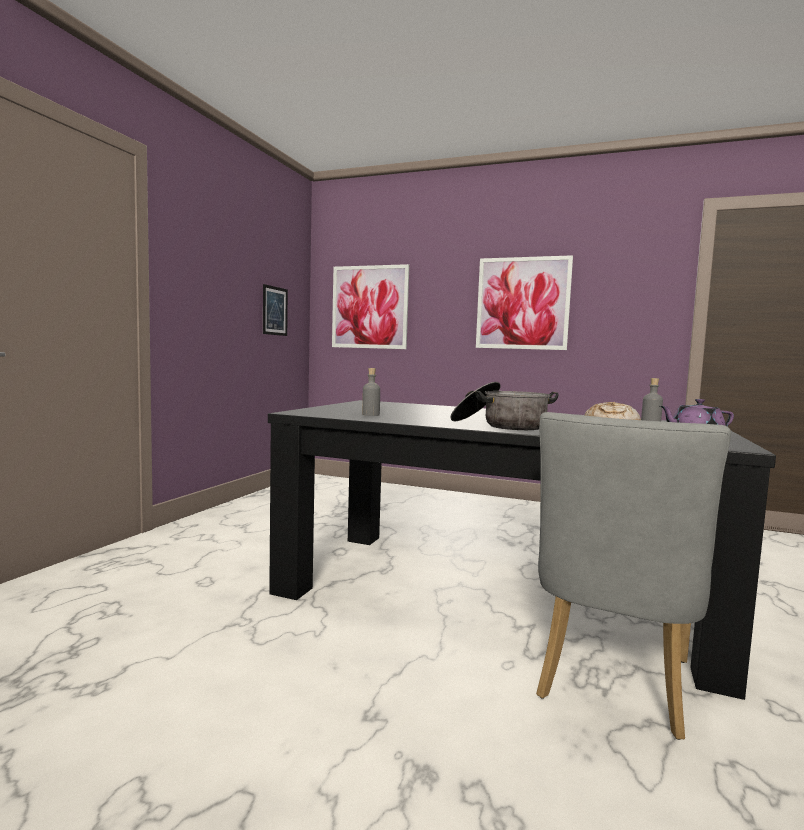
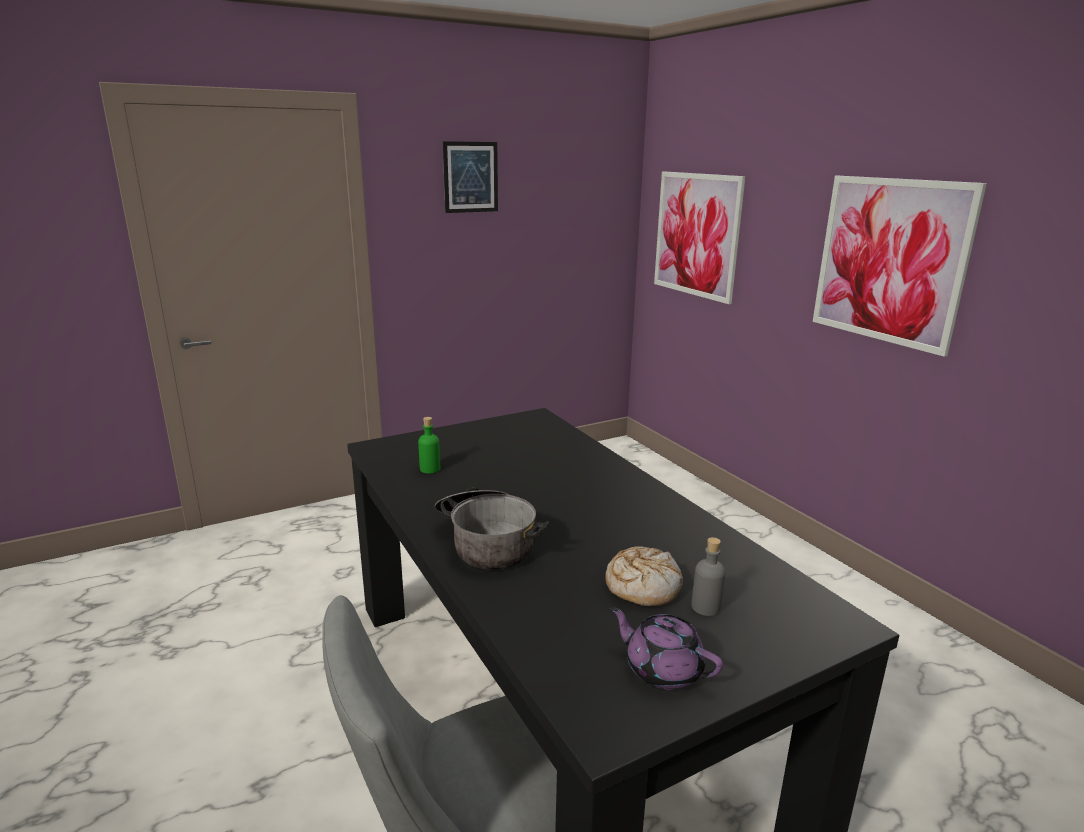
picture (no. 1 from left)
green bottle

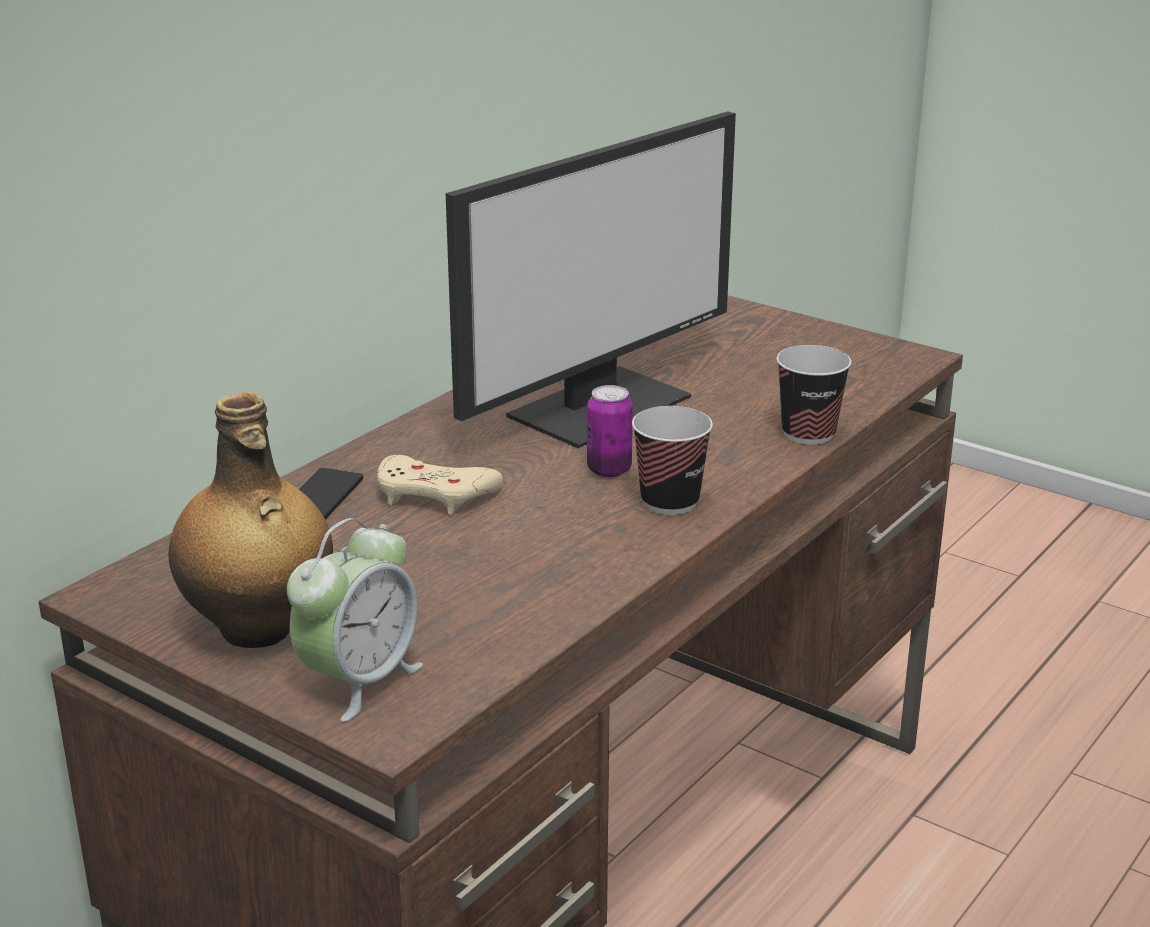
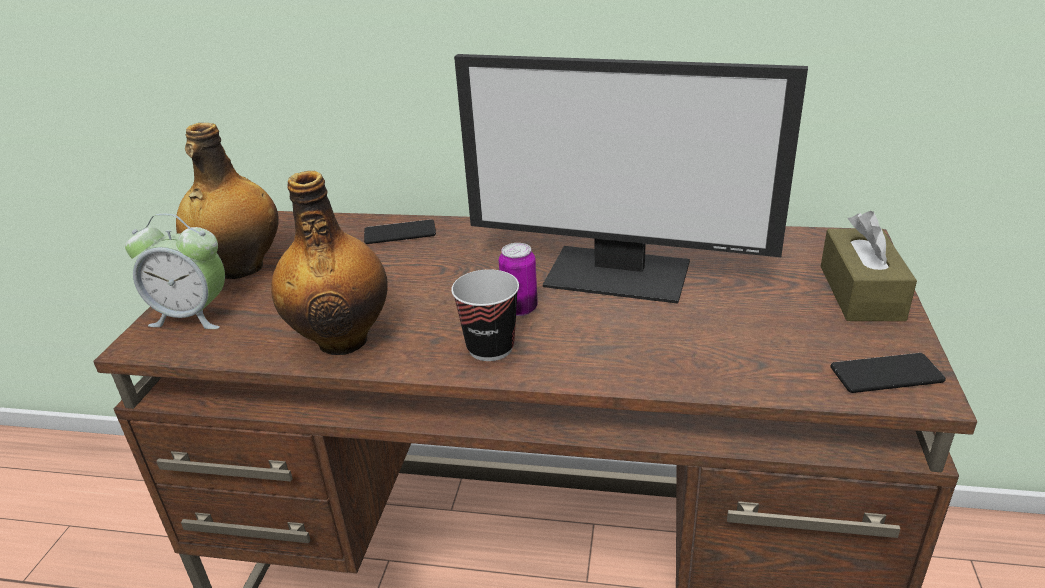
cup (no. 2 from left in the first image)
beige game controller
bottle (no. 2 from left)
brown tissue box
phone (no. 2 from left)

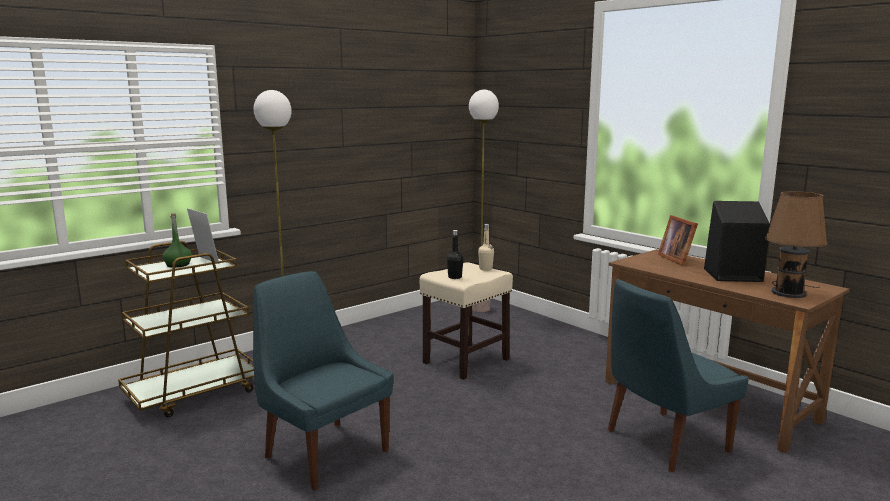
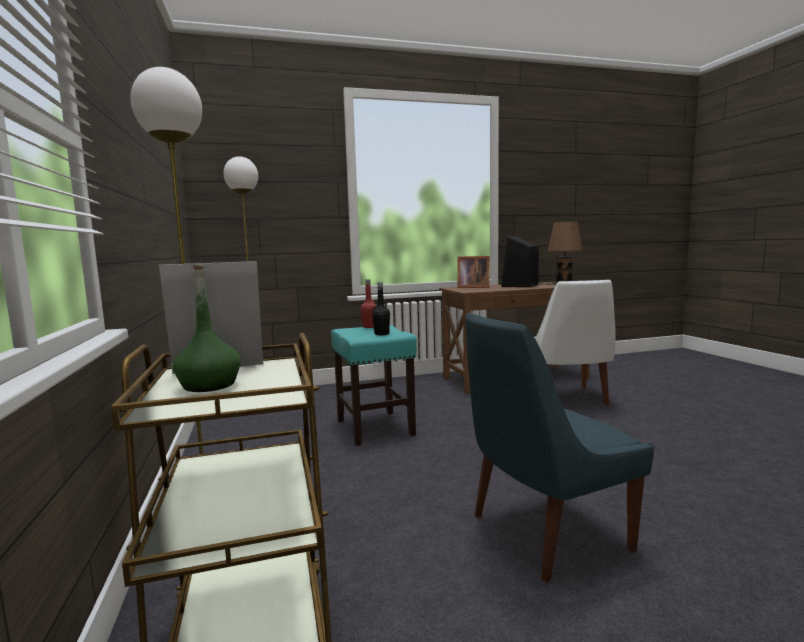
red bottle
turquoise stool
white chair

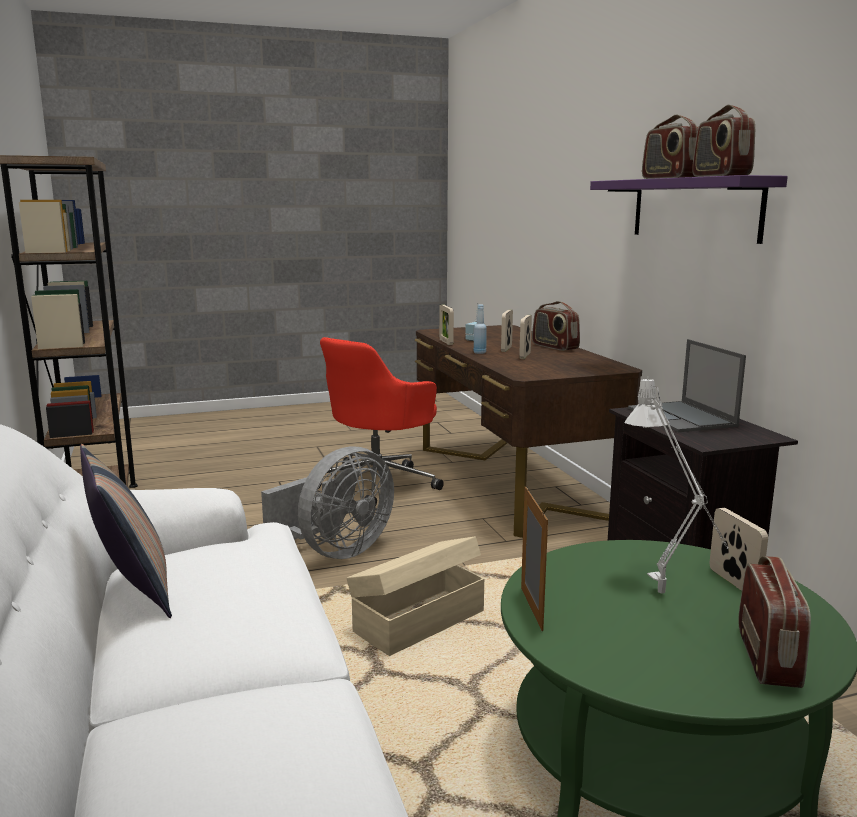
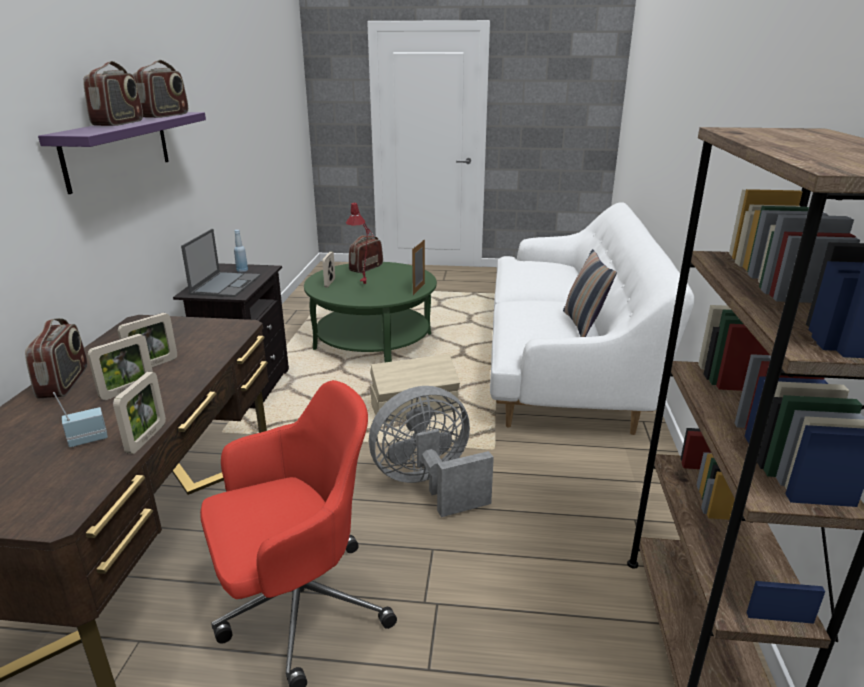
blue bottle
red table lamp

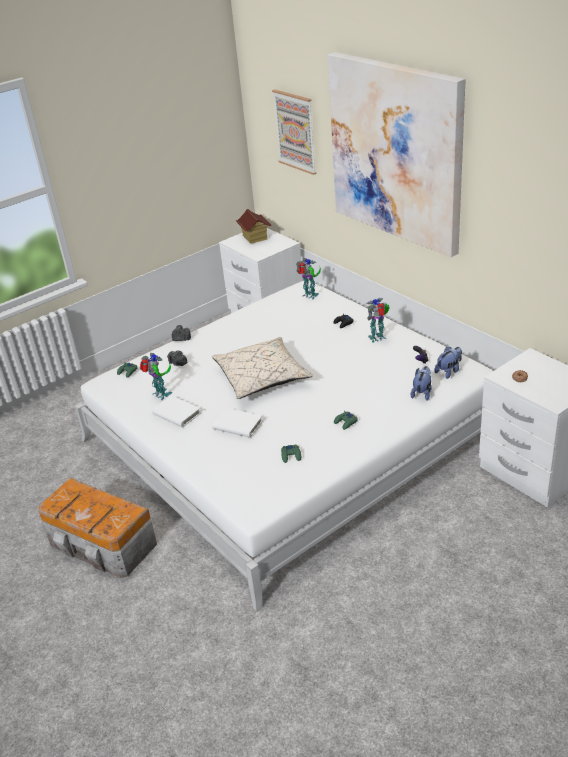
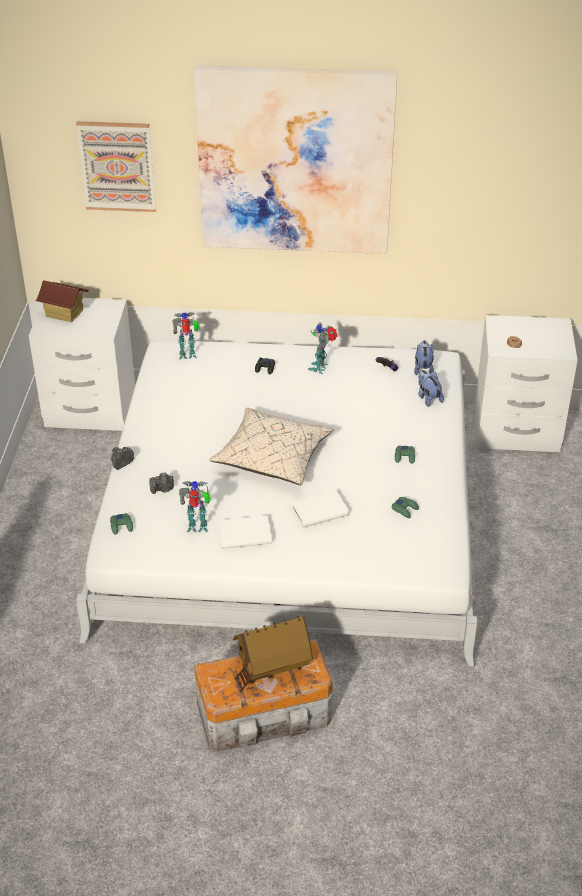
toy house (no. 2 from left)

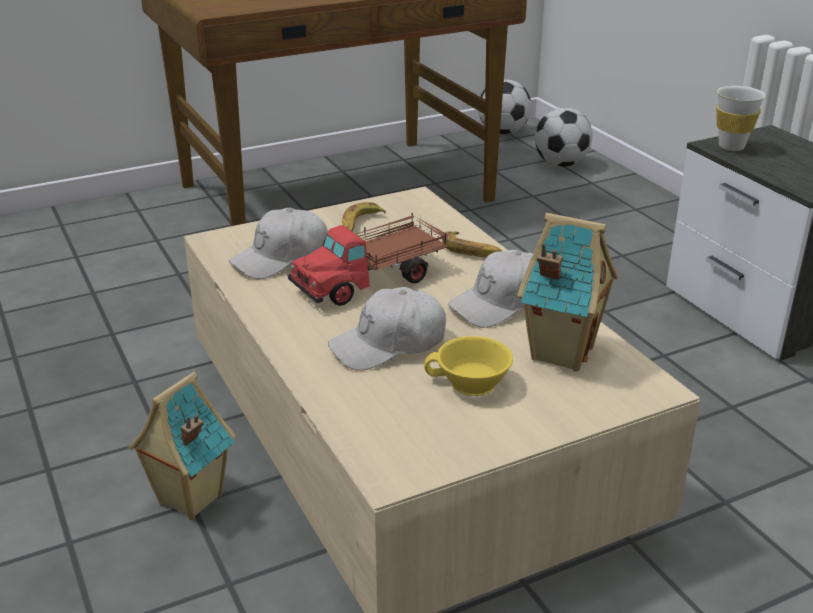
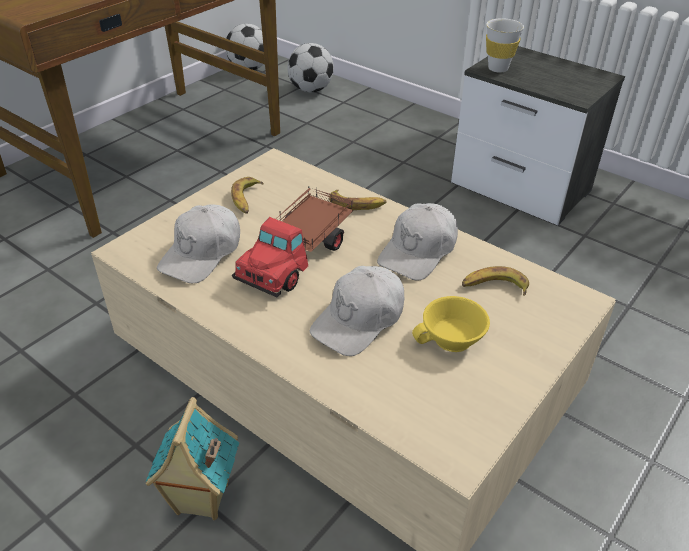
banana (no. 3 from left)

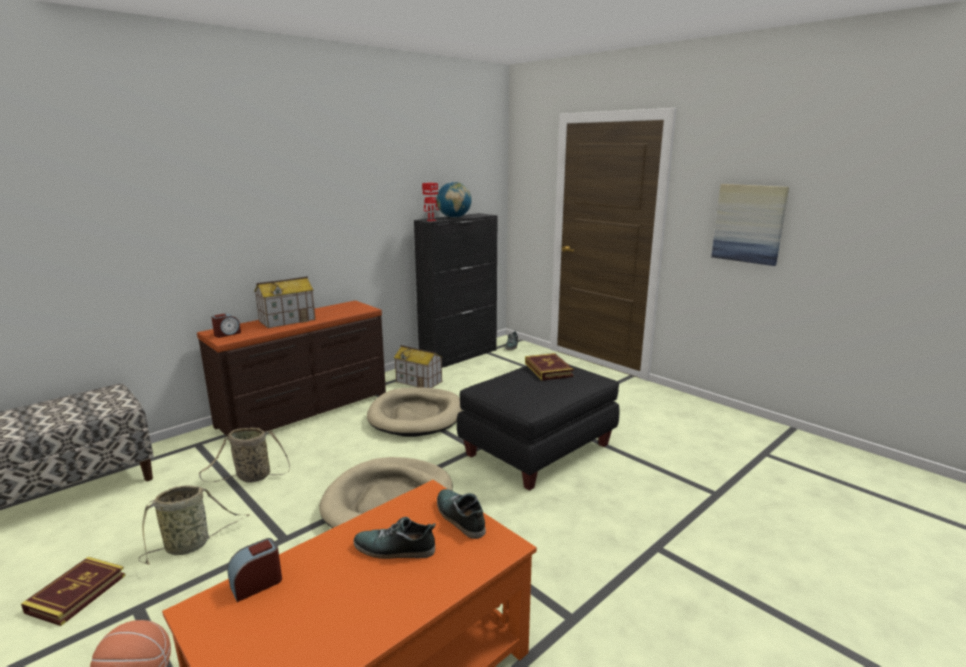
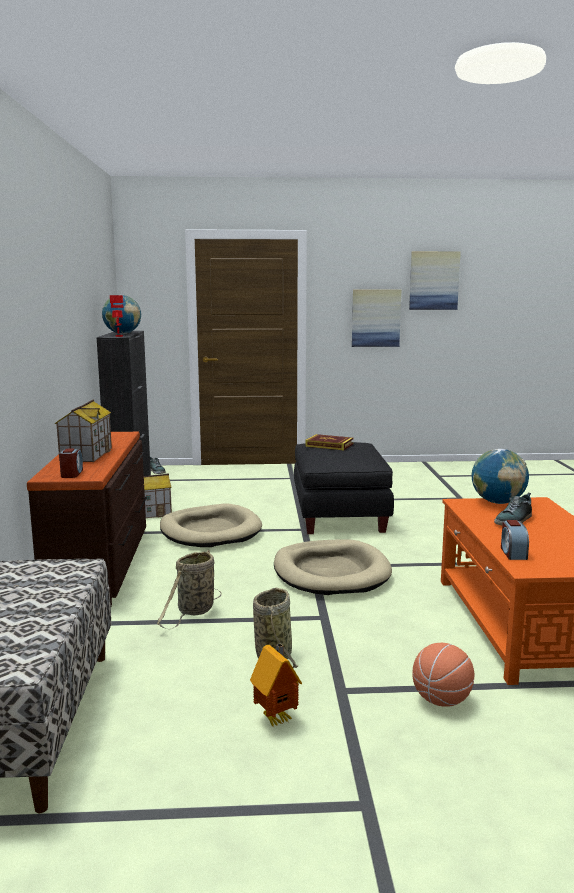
globe (no. 2 from left)
toy house (no. 3 from left)
picture (no. 2 from left)

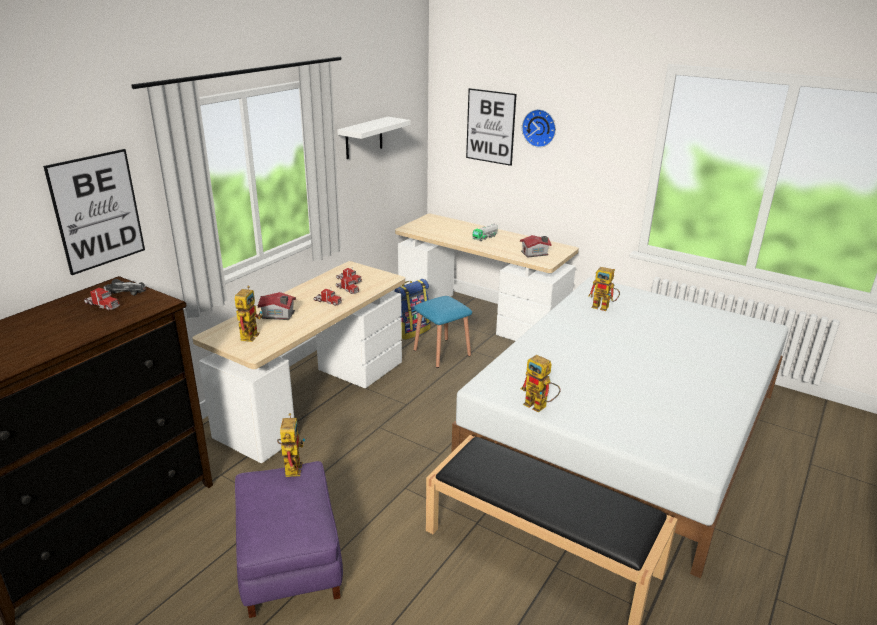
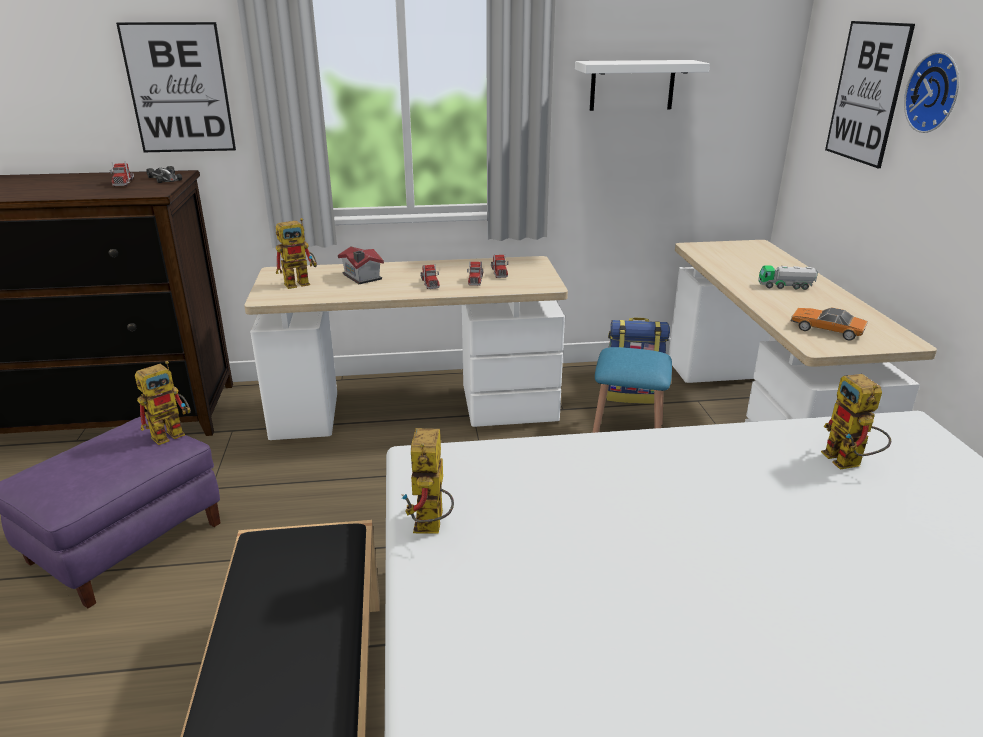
toy car (no. 2 from left)

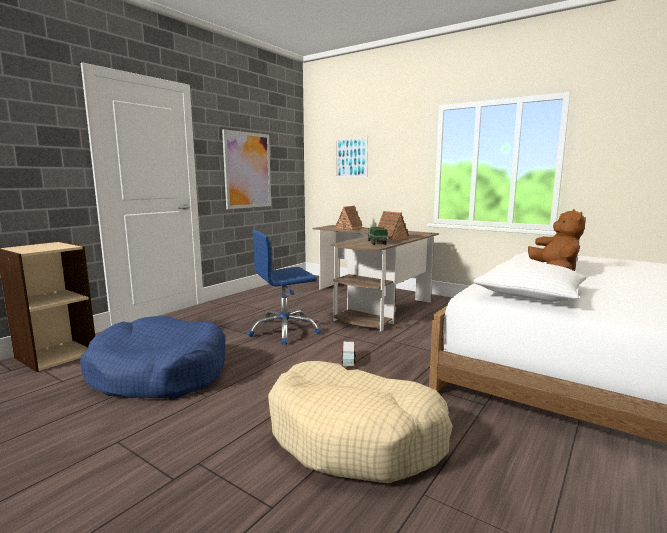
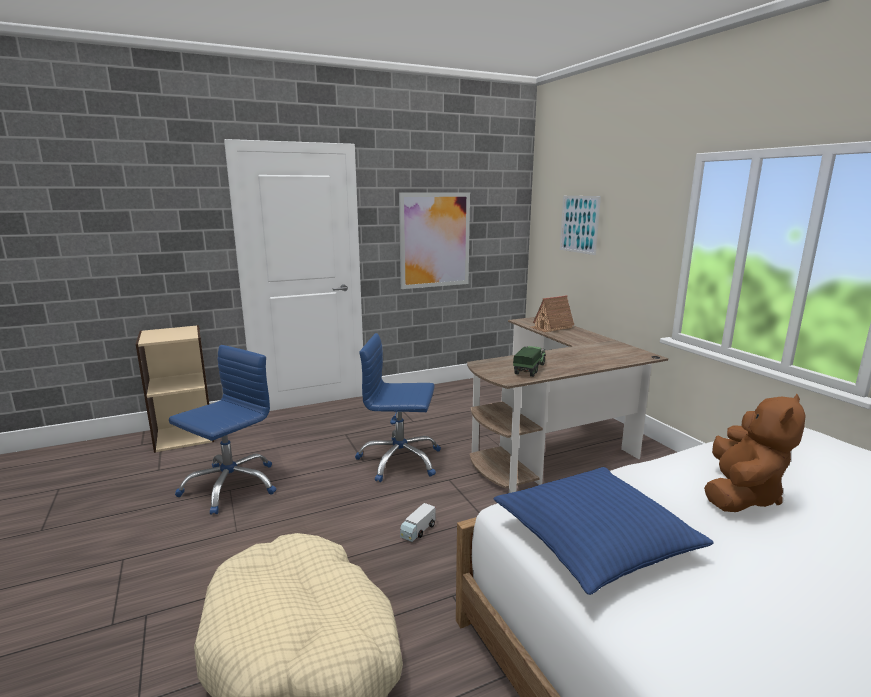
toy house (no. 2 from left in the first image)
blue pillow
blue office chair (no. 1 from left)

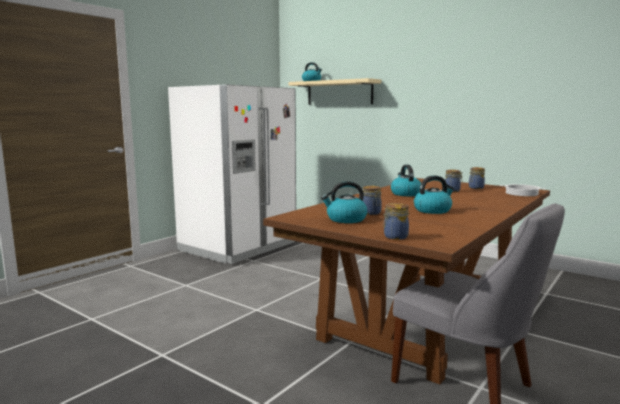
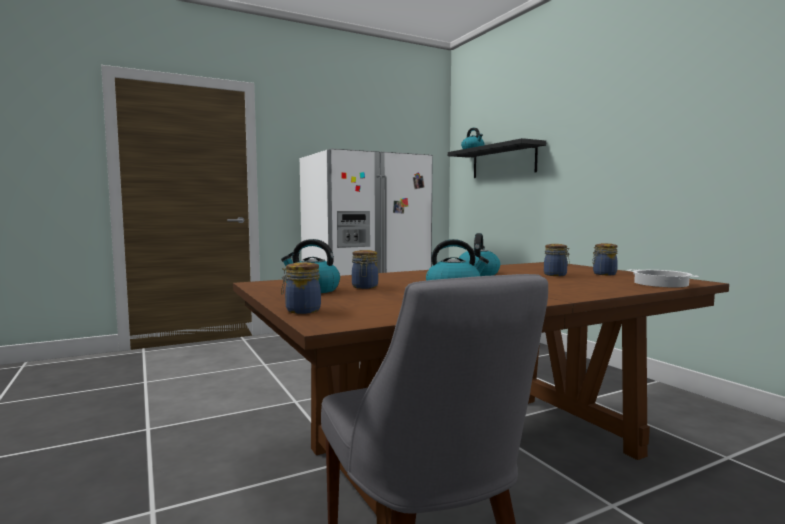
black shelf

